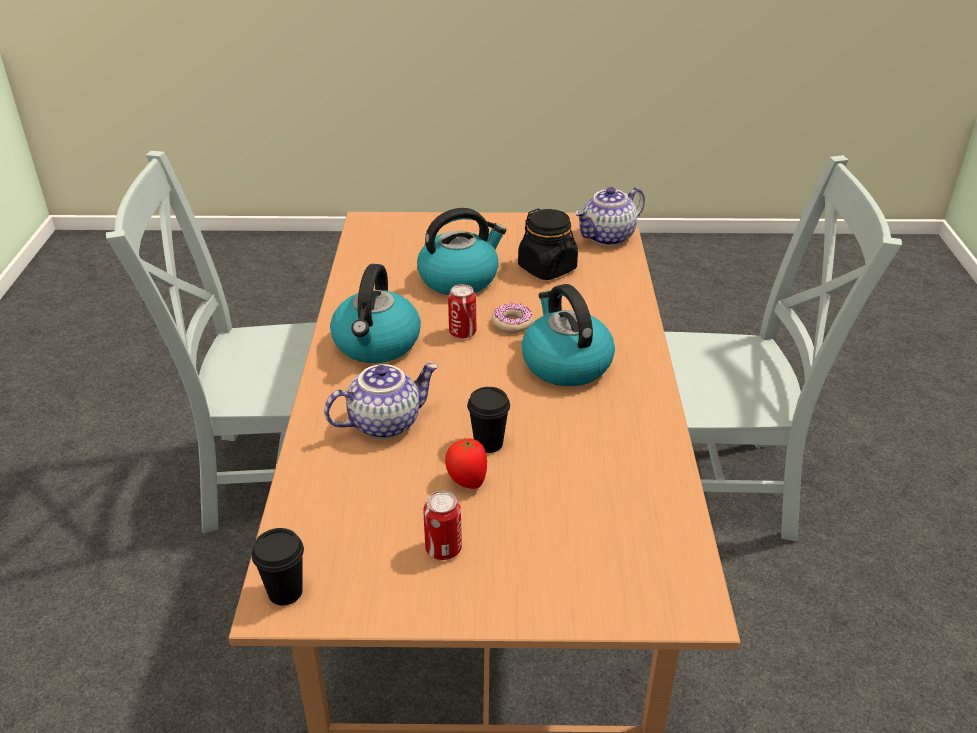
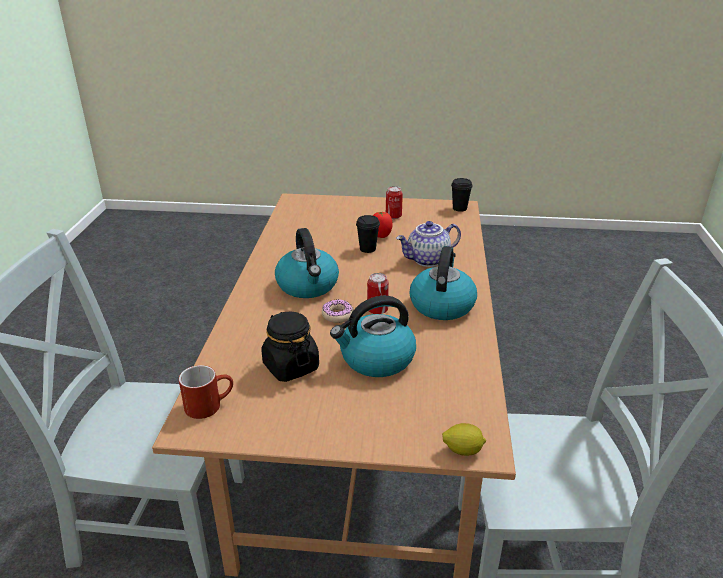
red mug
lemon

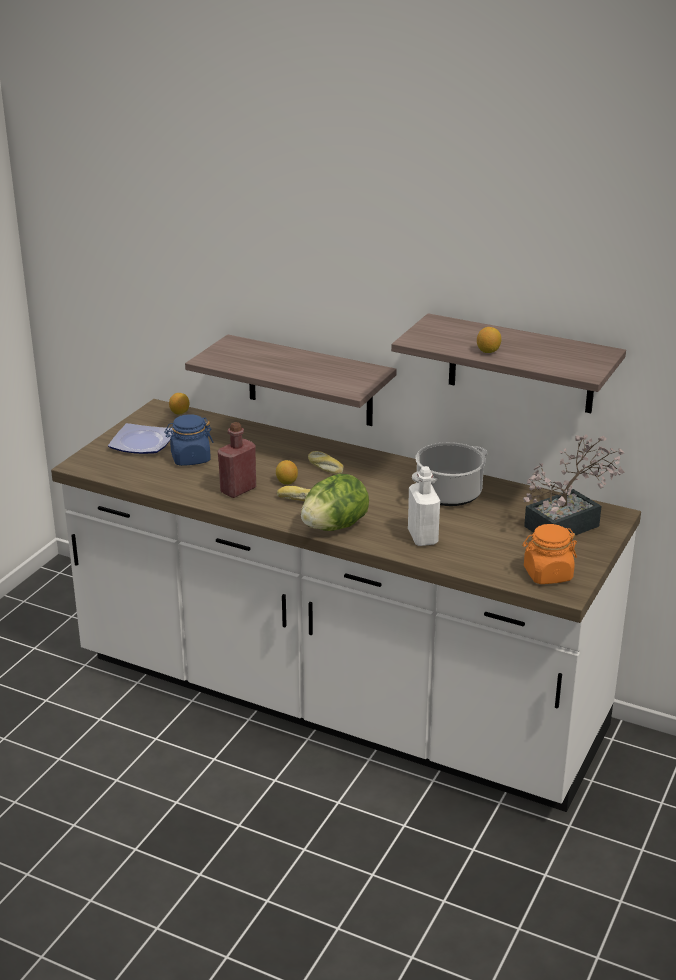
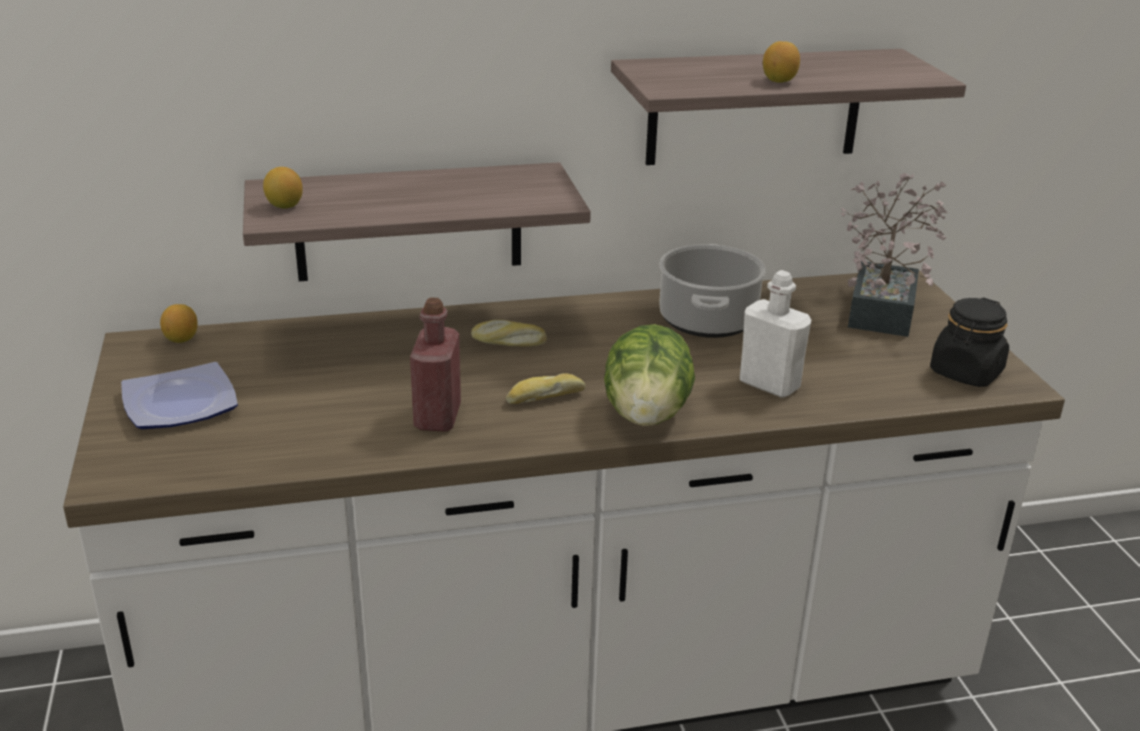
blue jar
lemon (no. 2 from left)
black jar

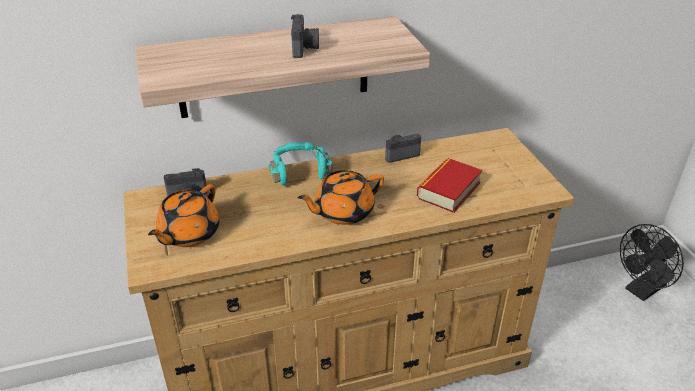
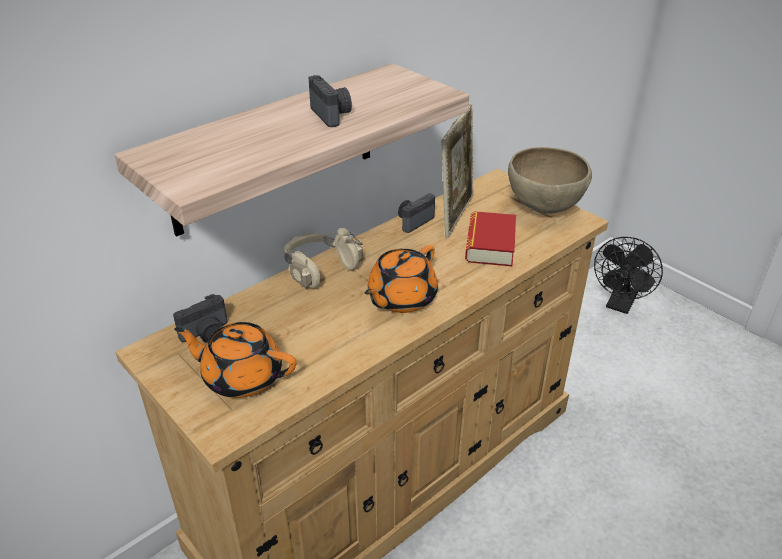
beige headphones
orange teapot (no. 1 from left)
picture frame
brown bowl

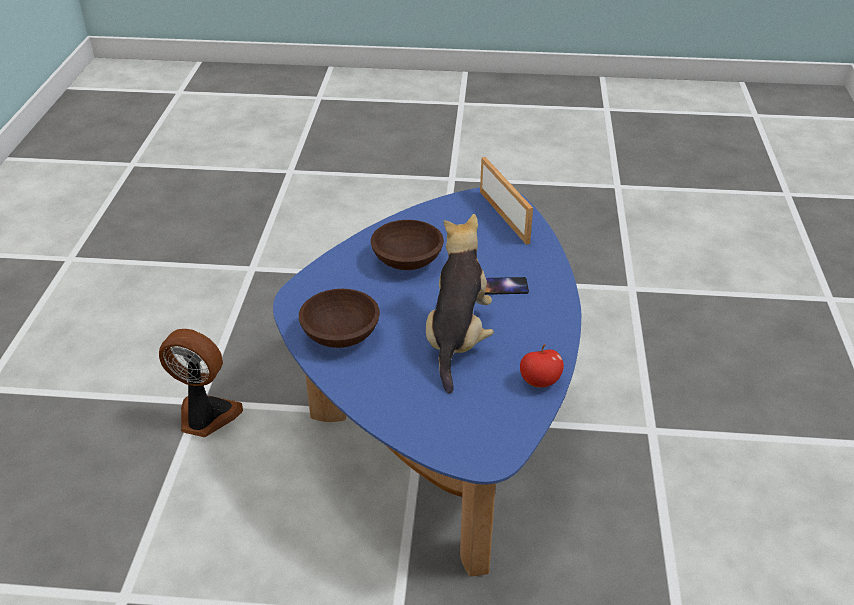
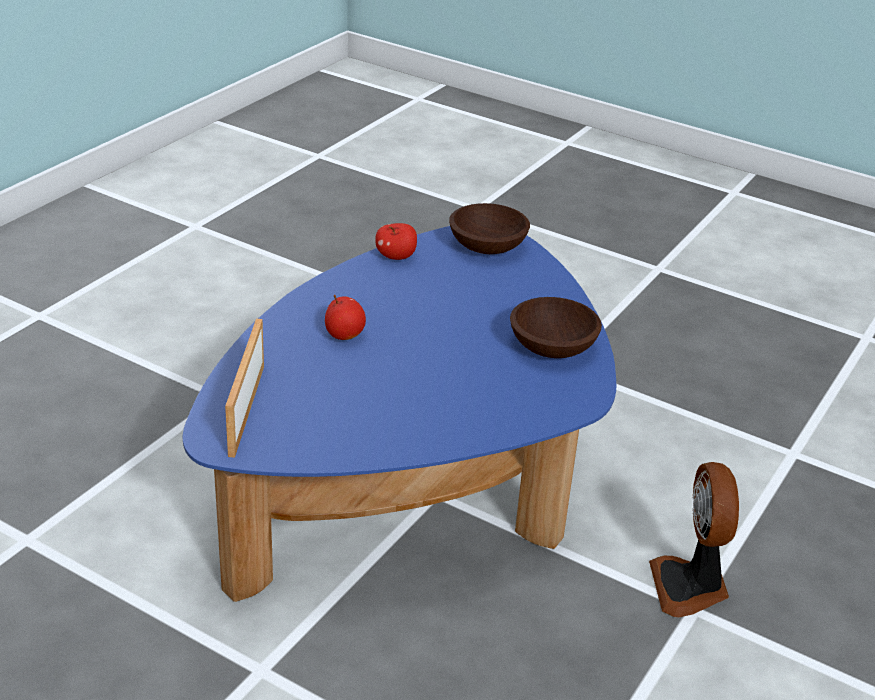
plush toy
brown bowl (no. 1 from left)
apple (no. 1 from left)
fan

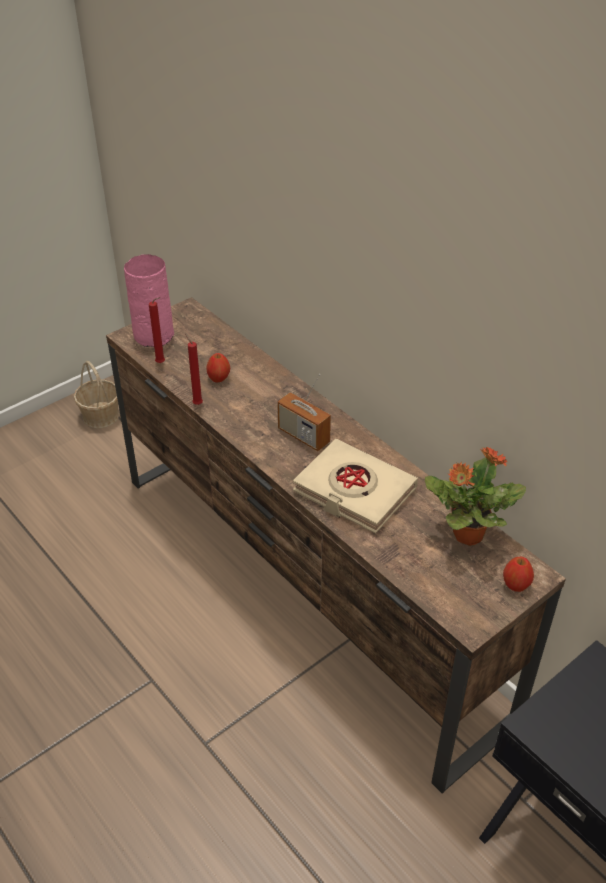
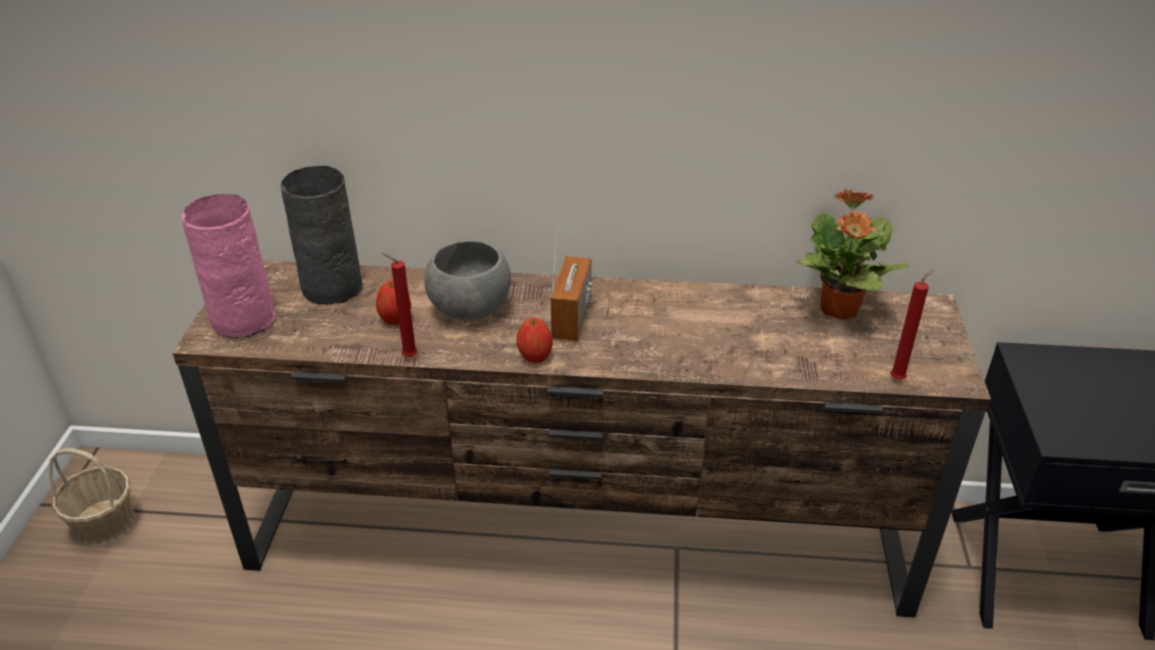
red candle (no. 2 from left)
radio
beige book
apple (no. 2 from left)
grey vase
grey bowl

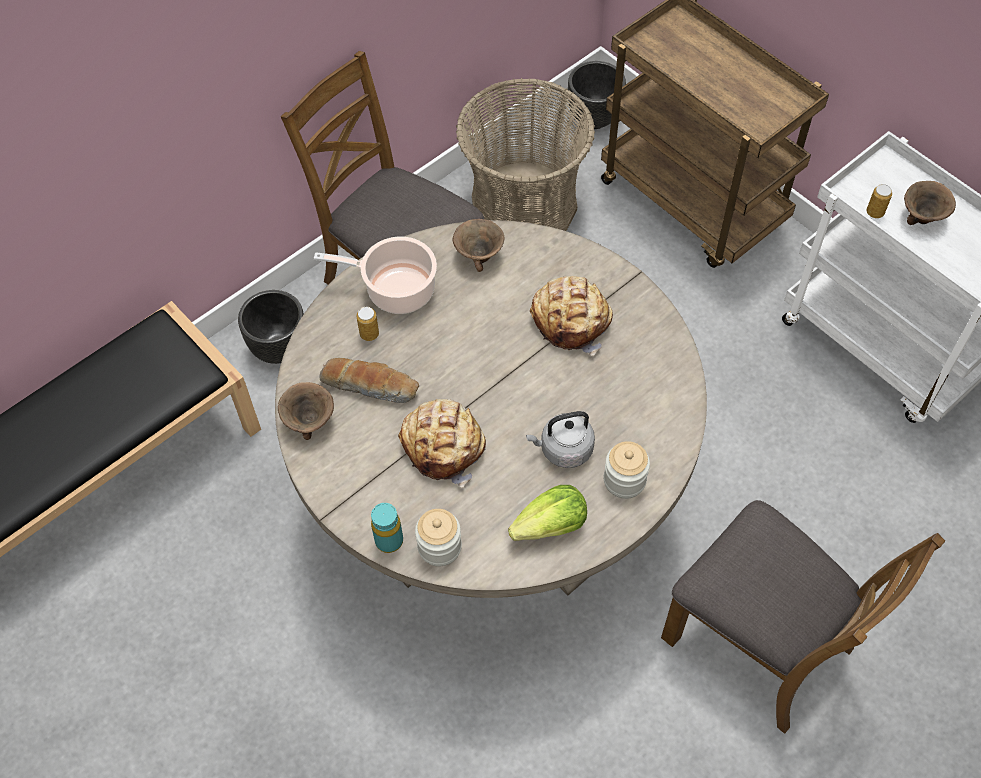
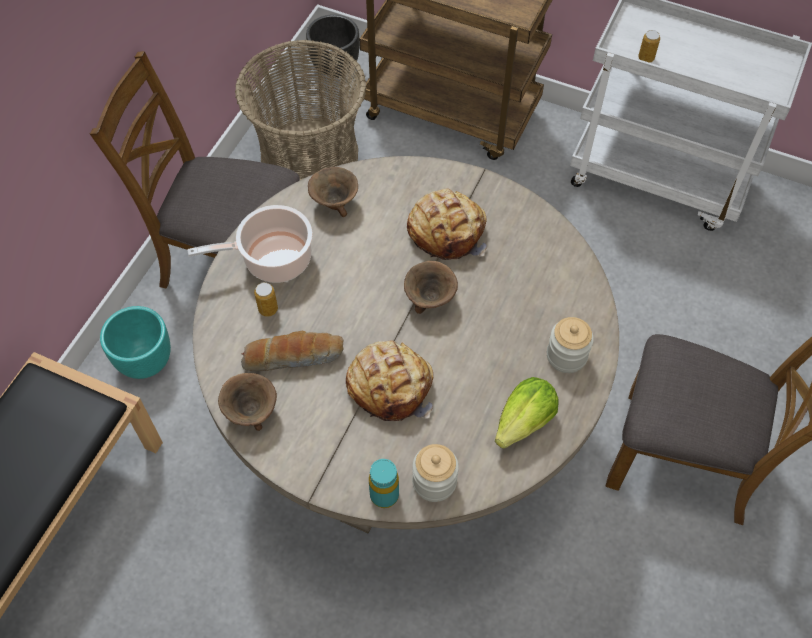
brown bowl (no. 3 from left)
turquoise planter
grey kettle

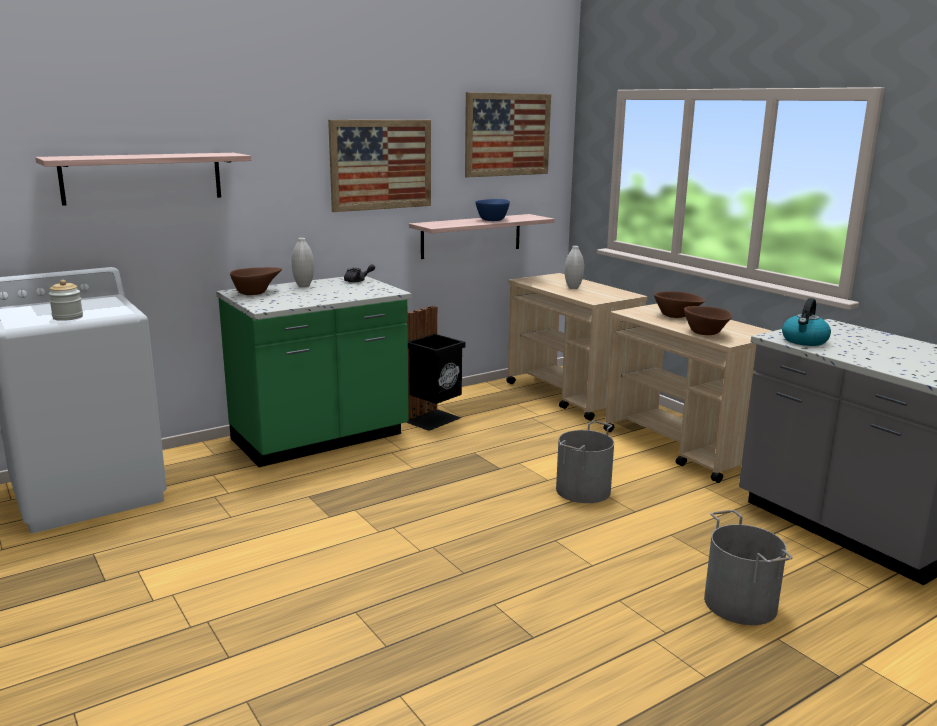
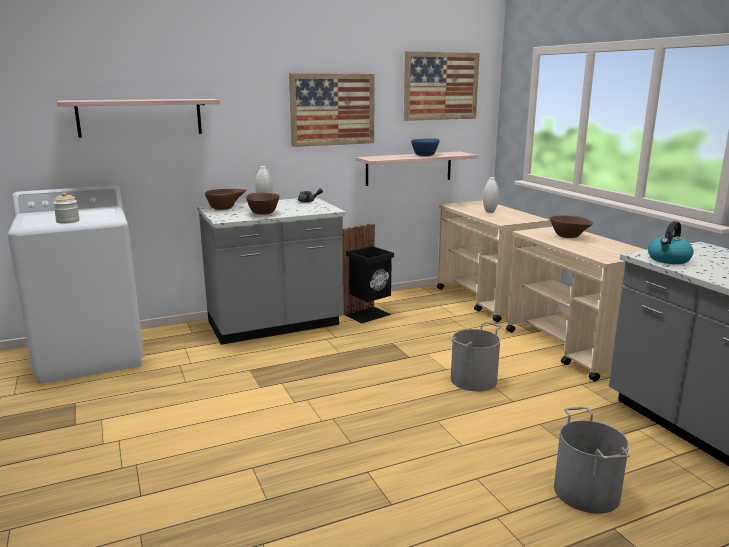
grey counter (no. 1 from left)
brown bowl (no. 2 from left)

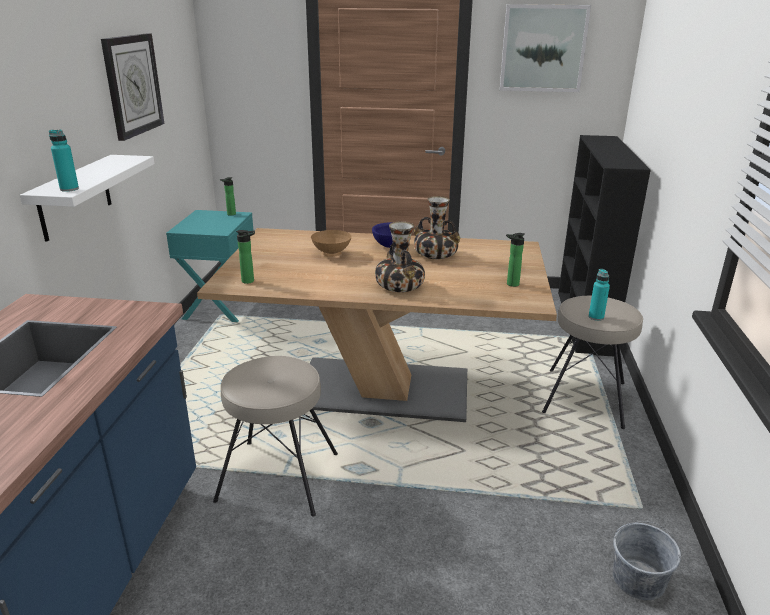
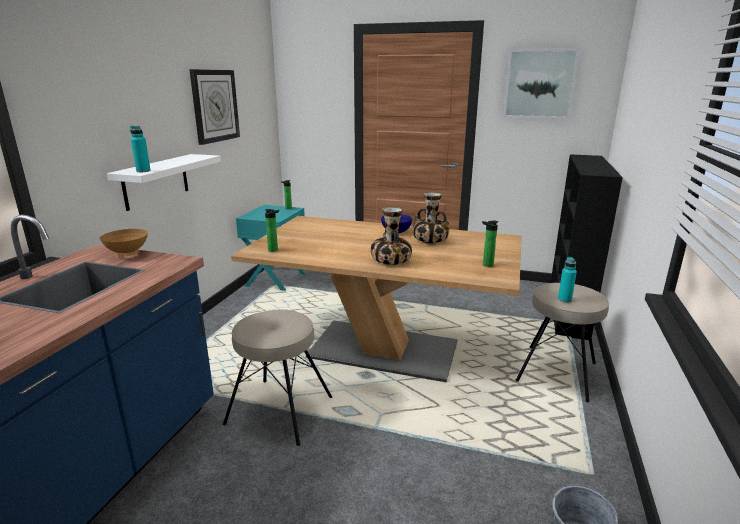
brown bowl

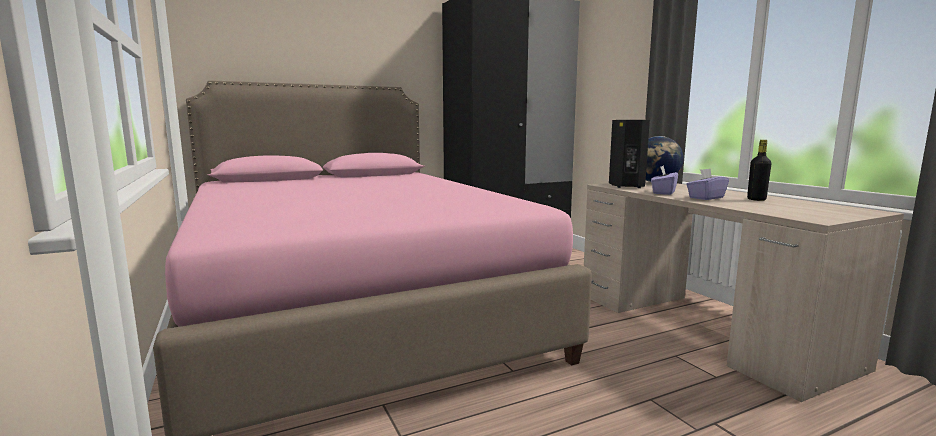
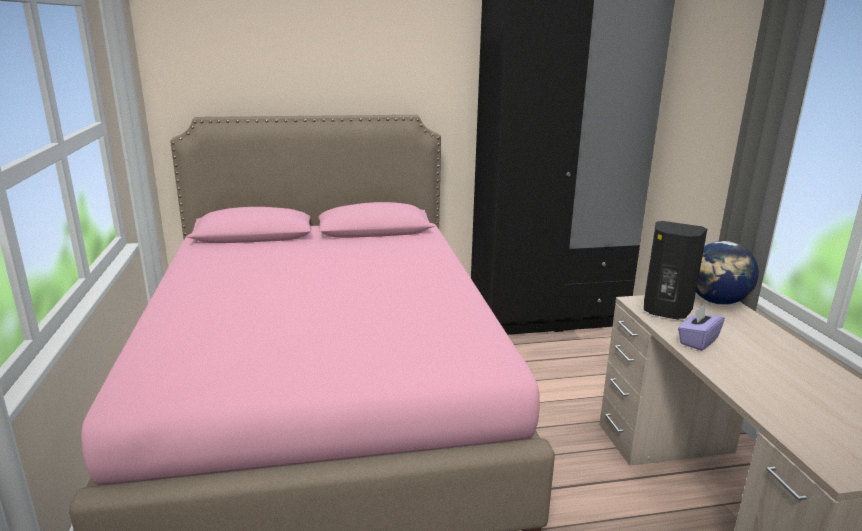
black bottle
purple tissue box (no. 2 from left in the first image)

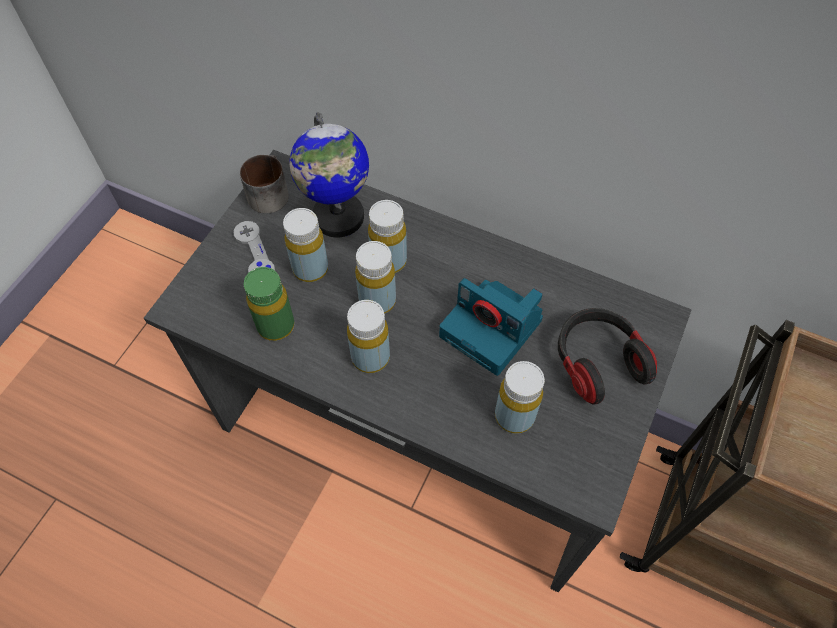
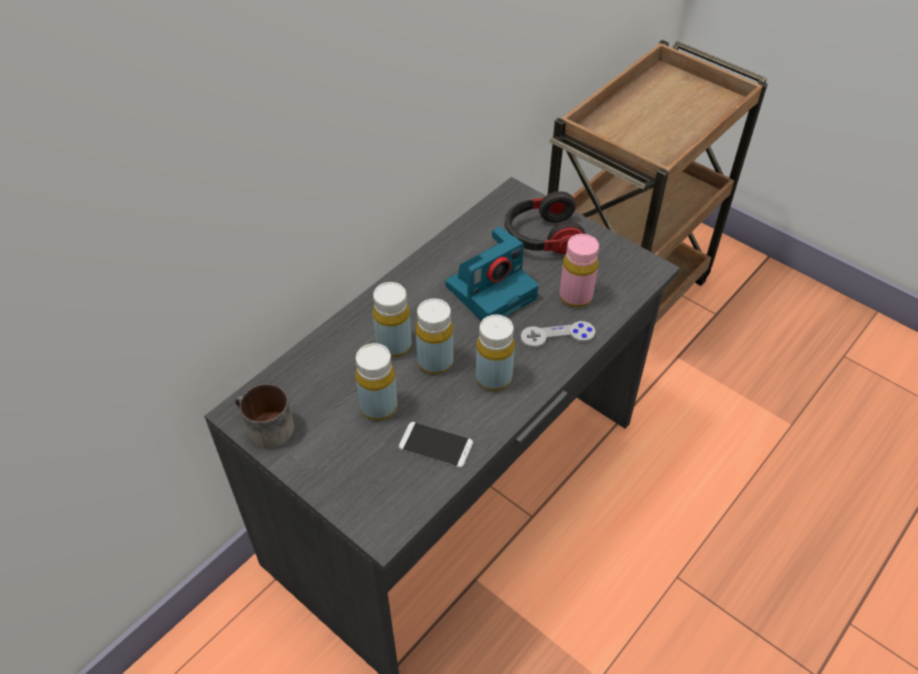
globe
grey game controller
phone
pink bottle

